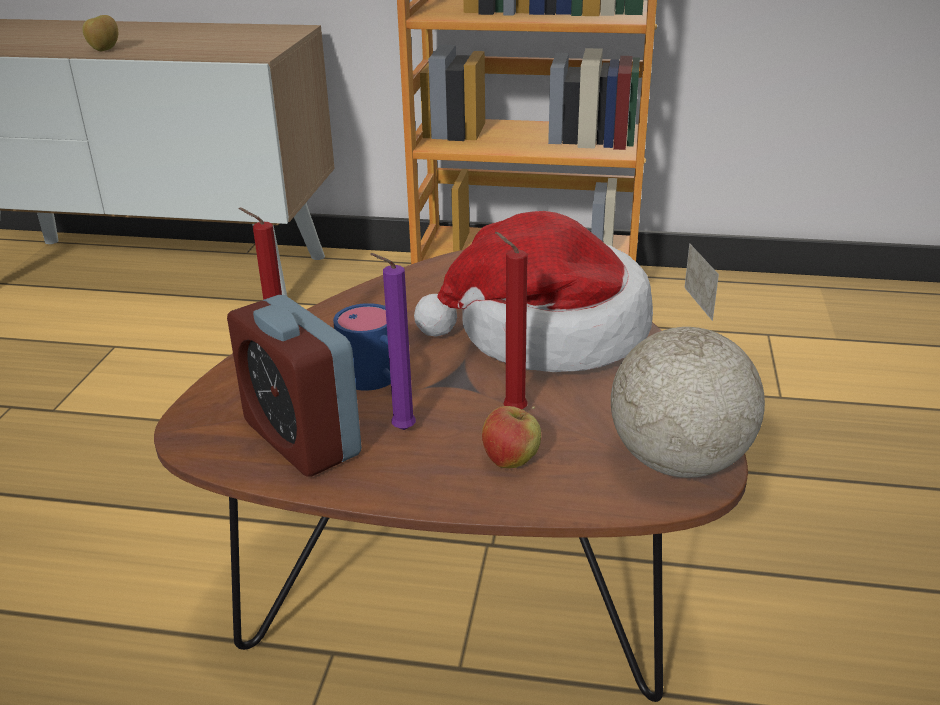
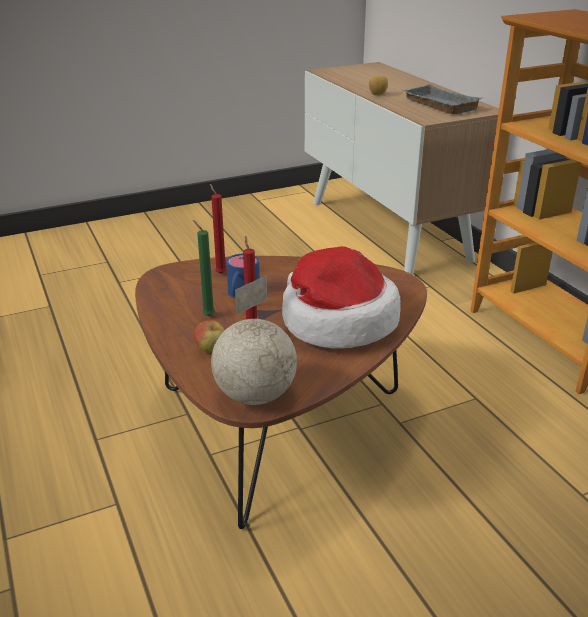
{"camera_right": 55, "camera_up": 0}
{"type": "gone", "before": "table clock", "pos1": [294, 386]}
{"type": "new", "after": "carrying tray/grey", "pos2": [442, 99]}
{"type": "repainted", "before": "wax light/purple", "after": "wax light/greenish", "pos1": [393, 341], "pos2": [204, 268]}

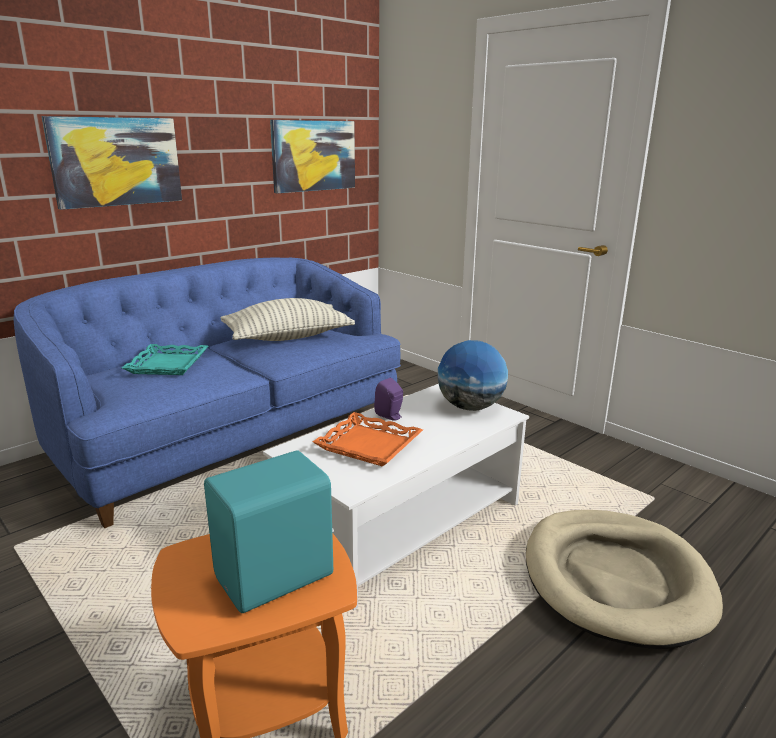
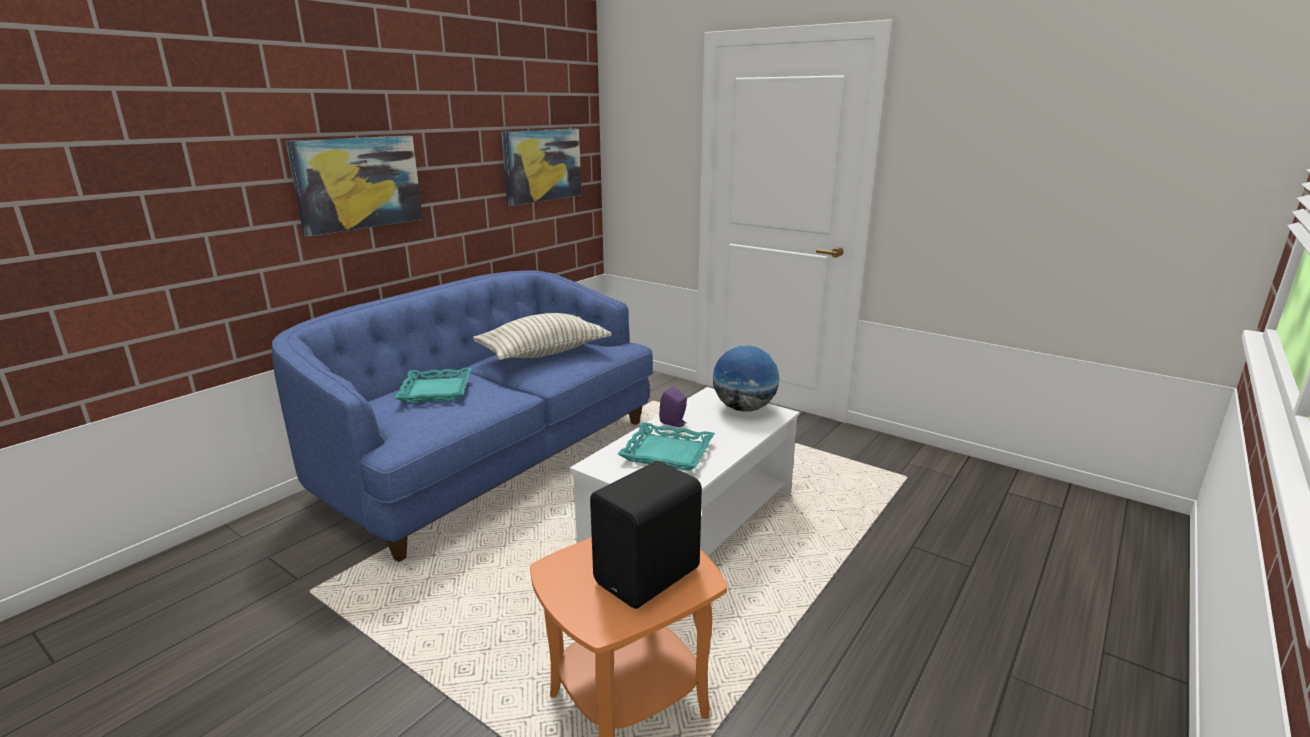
{"camera_right": -10, "camera_up": 0}
{"type": "gone", "before": "dog cushion/beige", "pos1": [624, 579]}
{"type": "repainted", "before": "audio speaker/blue-green", "after": "audio speaker/black-coloured", "pos1": [269, 532], "pos2": [646, 535]}
{"type": "repainted", "before": "carrying tray/orangey", "after": "carrying tray/blue-green", "pos1": [368, 439], "pos2": [666, 446]}

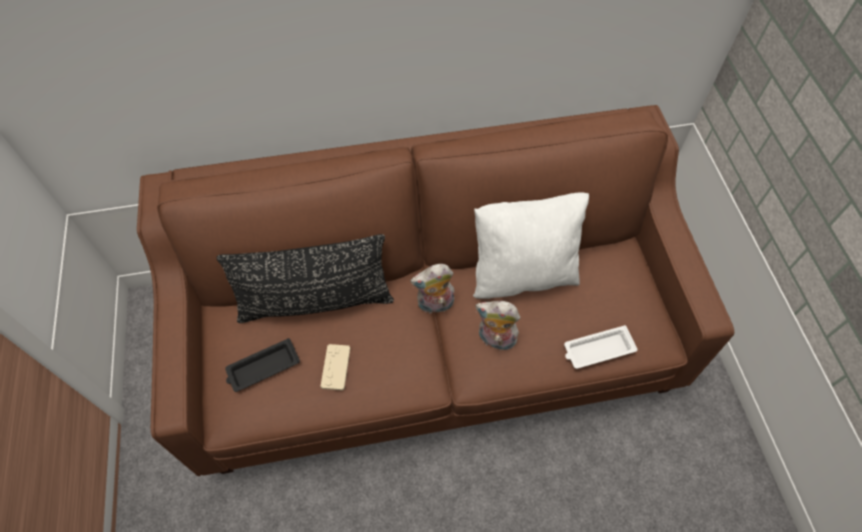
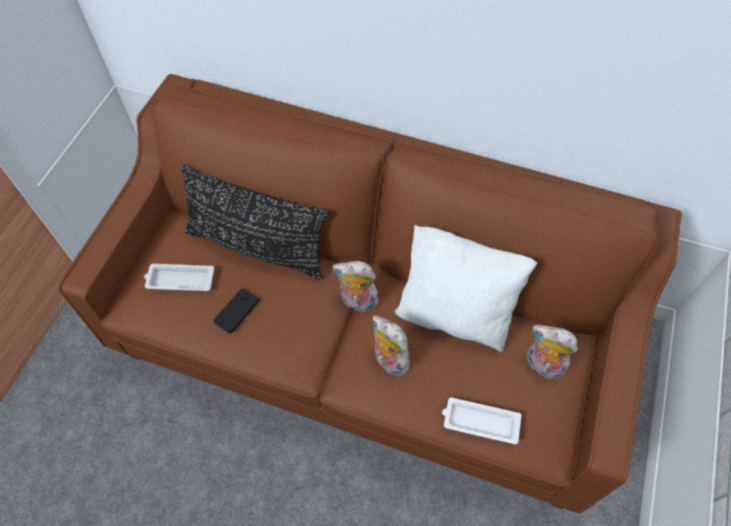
{"camera_right": 30, "camera_up": 0}
{"type": "new", "after": "cuddly toy", "pos2": [552, 352]}
{"type": "repainted", "before": "carrying tray/black-coloured", "after": "carrying tray/white", "pos1": [262, 365], "pos2": [179, 277]}
{"type": "repainted", "before": "joypad/beige", "after": "joypad/black-coloured", "pos1": [335, 367], "pos2": [236, 310]}

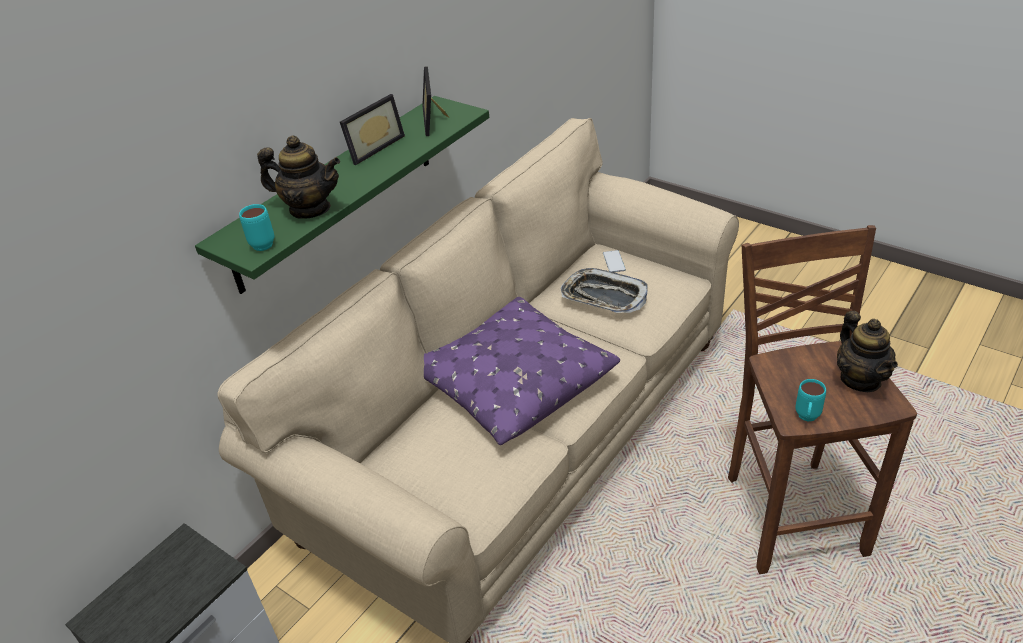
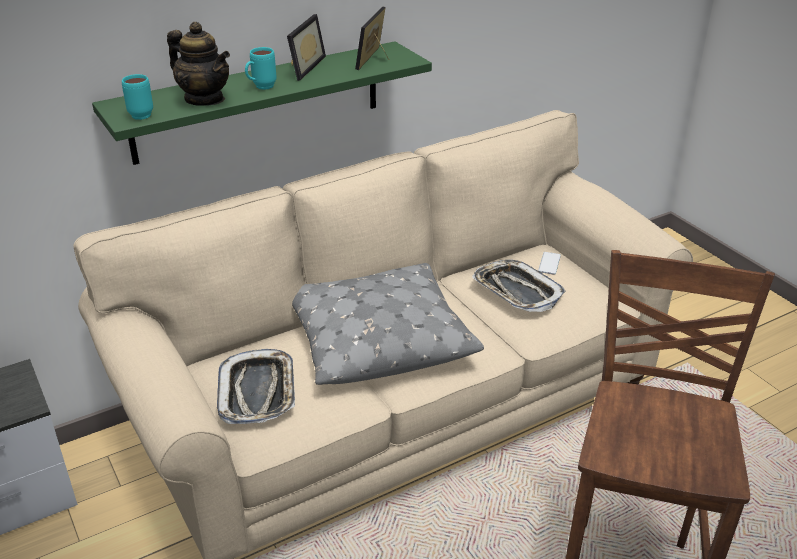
{"camera_right": 20, "camera_up": -5}
{"type": "gone", "before": "pot for tea", "pos1": [867, 351]}
{"type": "new", "after": "carrying tray", "pos2": [256, 386]}
{"type": "shifted", "before": "mug/blue-green", "pos1": [810, 400], "pos2": [260, 68]}
{"type": "repainted", "before": "throw pillow/purple", "after": "throw pillow/grey", "pos1": [522, 371], "pos2": [388, 324]}
{"type": "rotated", "before": "photo frame", "pos1": [372, 129], "pos2": [306, 47], "turn": -45}

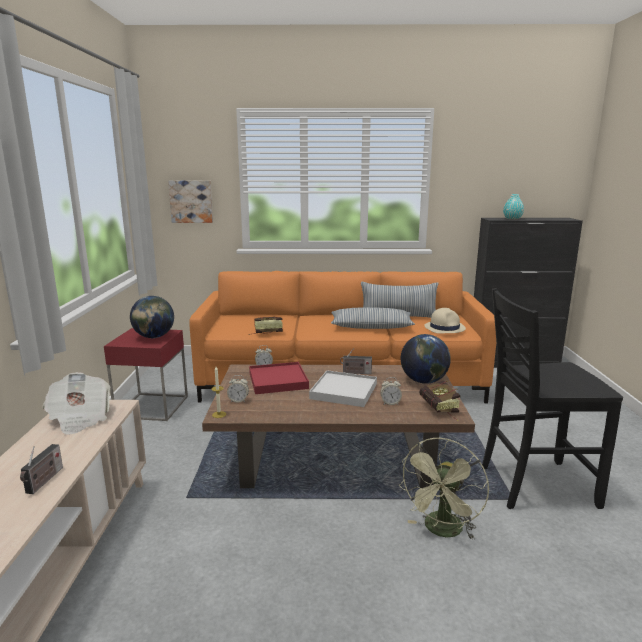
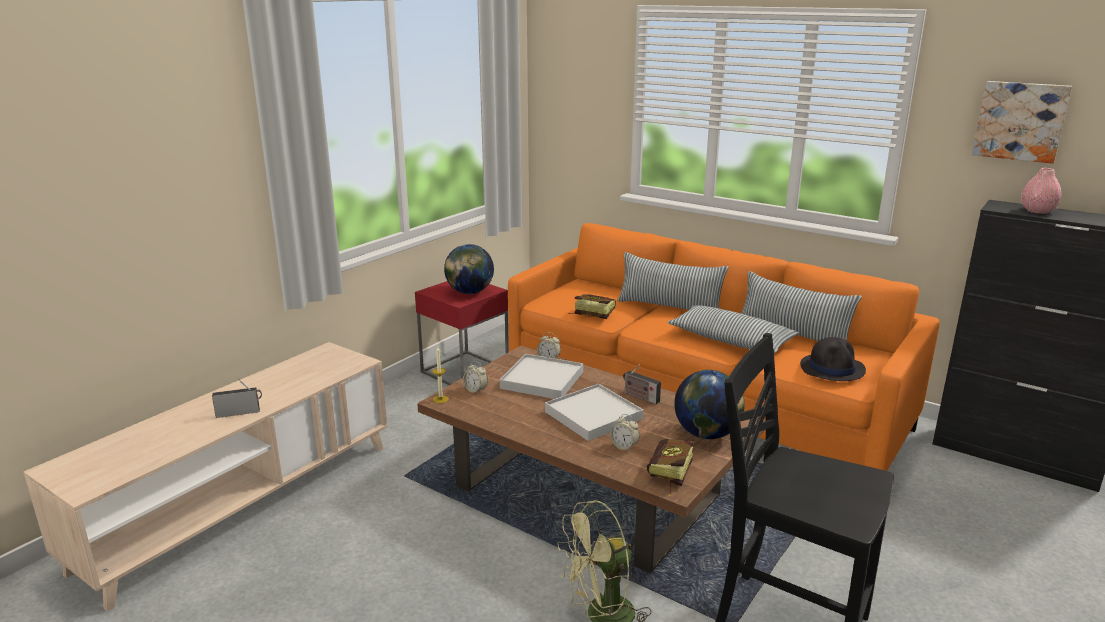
{"camera_right": 35, "camera_up": 5}
{"type": "gone", "before": "printed paper", "pos1": [76, 403]}
{"type": "new", "after": "throw pillow", "pos2": [673, 281]}
{"type": "shifted", "before": "wall art", "pos1": [190, 201], "pos2": [1022, 122]}
{"type": "repainted", "before": "carrying tray/reddish", "after": "carrying tray/white", "pos1": [279, 378], "pos2": [541, 376]}
{"type": "repainted", "before": "hat/beige", "after": "hat/black-coloured", "pos1": [445, 321], "pos2": [833, 359]}
{"type": "repainted", "before": "vase/blue-green", "after": "vase/pink", "pos1": [513, 206], "pos2": [1041, 191]}
{"type": "rotated", "before": "radio", "pos1": [41, 469], "pos2": [237, 398], "turn": -150}

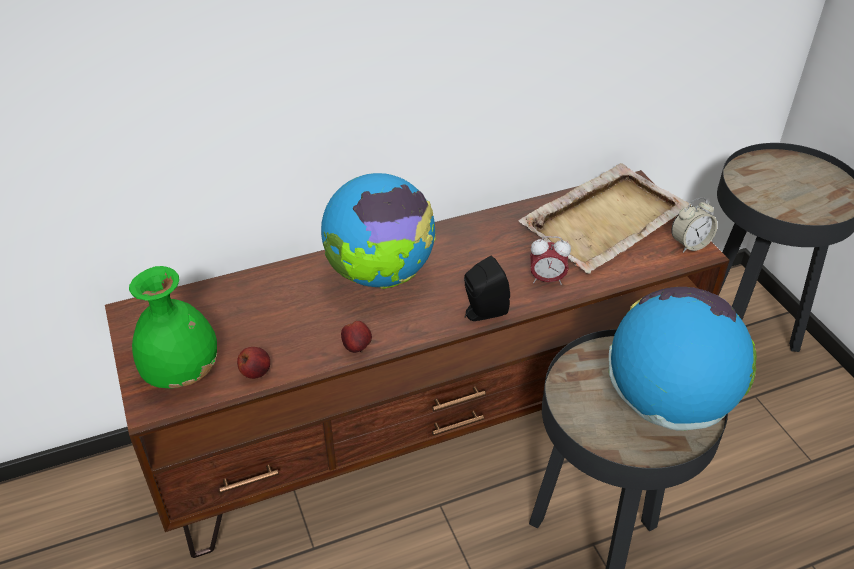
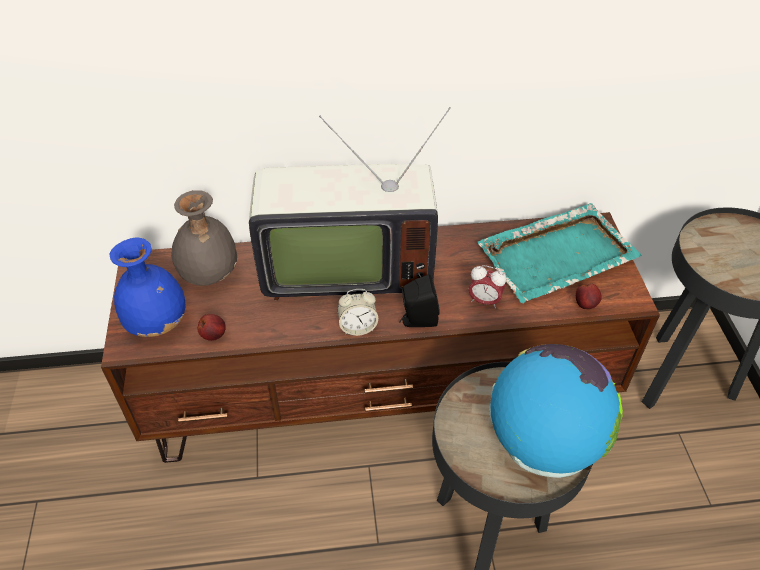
{"camera_right": 15, "camera_up": 5}
{"type": "new", "after": "vase/grey", "pos2": [204, 237]}
{"type": "shifted", "before": "apple", "pos1": [356, 337], "pos2": [589, 296]}
{"type": "shifted", "before": "table clock", "pos1": [694, 225], "pos2": [357, 312]}
{"type": "swapped", "before": "world globe", "after": "TV set", "pos1": [378, 231], "pos2": [350, 203]}
{"type": "repainted", "before": "vase/greenish", "after": "vase/blue", "pos1": [173, 327], "pos2": [147, 287]}
{"type": "repainted", "before": "carrying tray/beige", "after": "carrying tray/blue-green", "pos1": [605, 218], "pos2": [559, 253]}

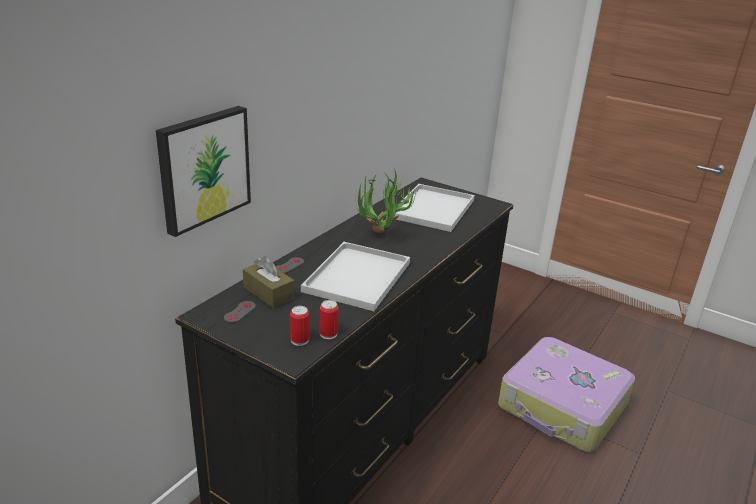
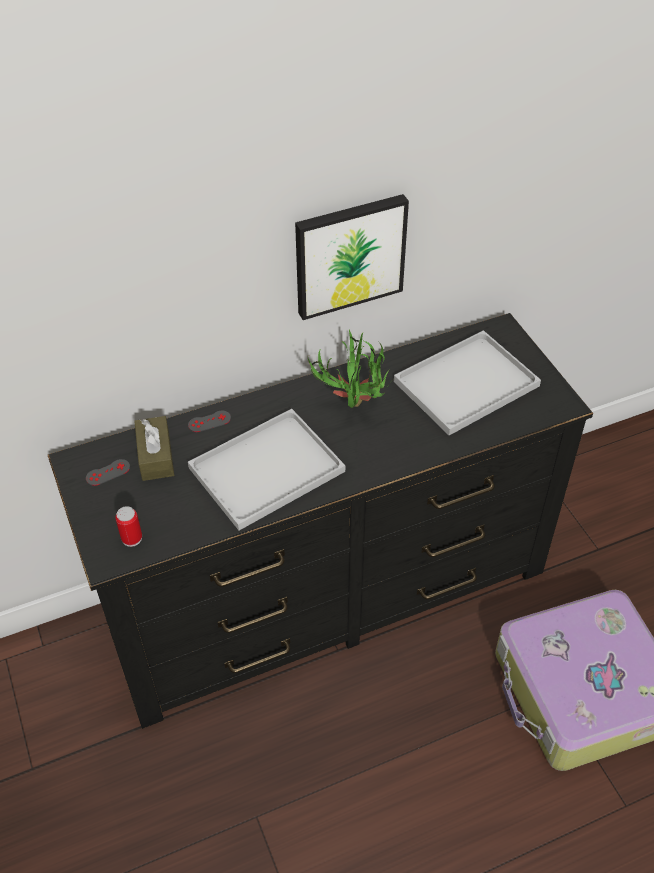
{"camera_right": 35, "camera_up": 20}
{"type": "gone", "before": "sealed can", "pos1": [329, 319]}
{"type": "shifted", "before": "wall art", "pos1": [203, 171], "pos2": [352, 257]}

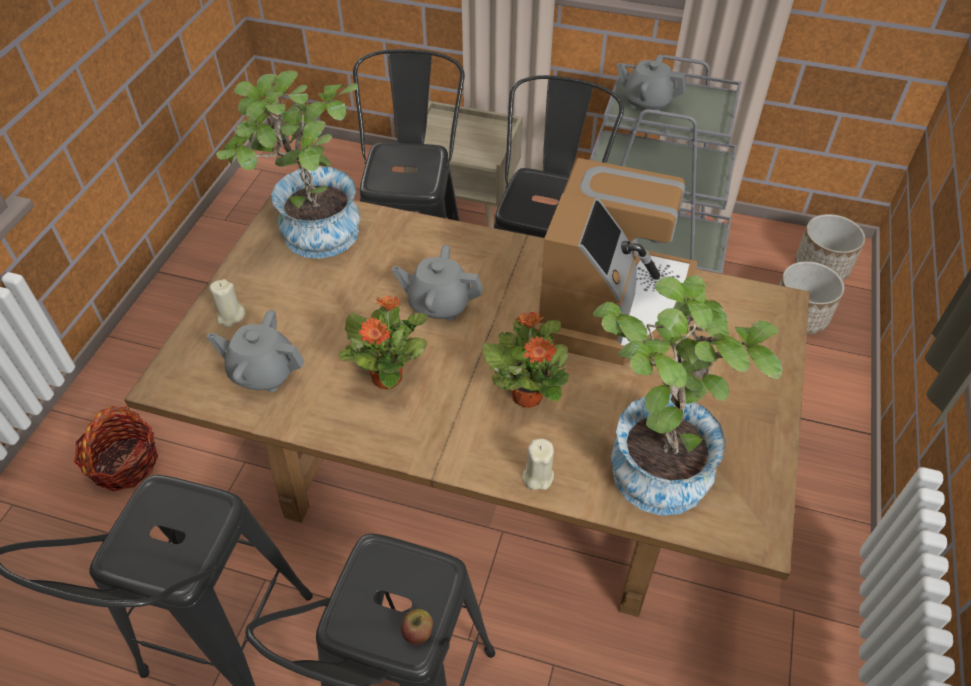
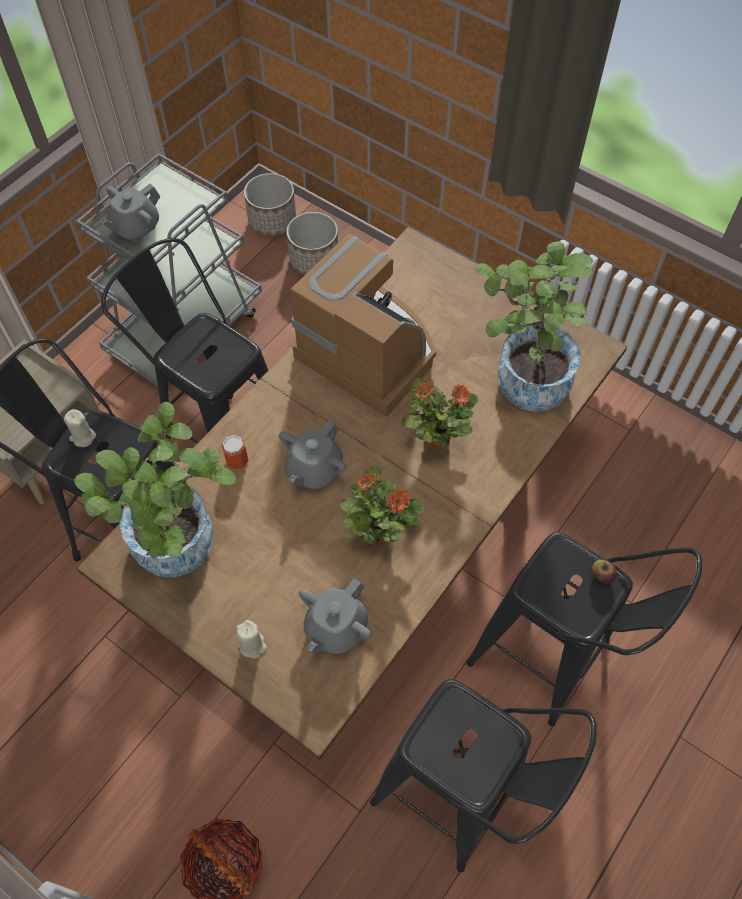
{"camera_right": -70, "camera_up": 10}
{"type": "new", "after": "sealed can", "pos2": [235, 452]}
{"type": "shifted", "before": "wax light/beige", "pos1": [538, 464], "pos2": [80, 428]}

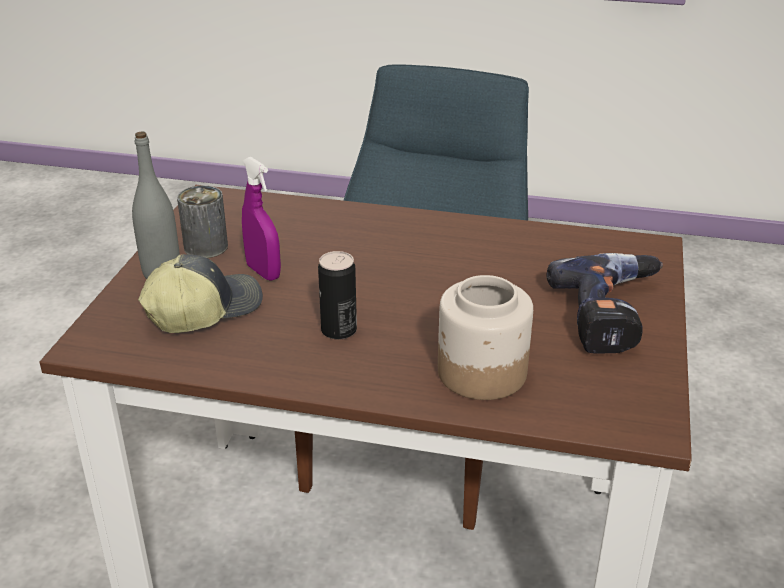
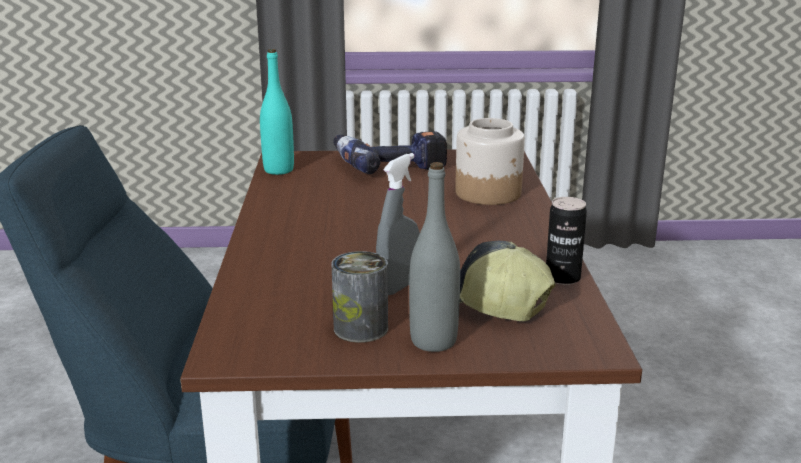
{"camera_right": -105, "camera_up": -10}
{"type": "new", "after": "drink bottle/blue-green", "pos2": [277, 112]}
{"type": "shifted", "before": "sealed can", "pos1": [337, 295], "pos2": [566, 241]}
{"type": "repainted", "before": "spray bottle/purple", "after": "spray bottle/grey", "pos1": [261, 219], "pos2": [398, 224]}

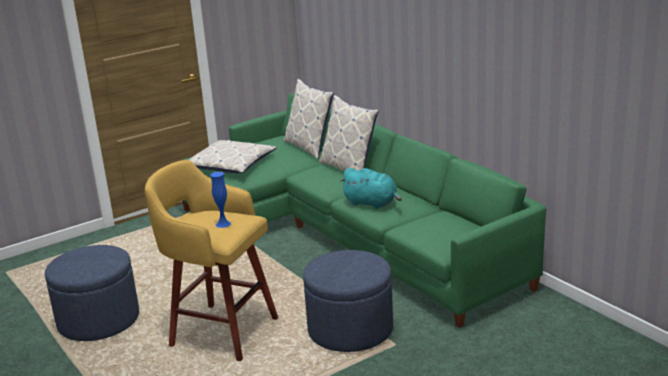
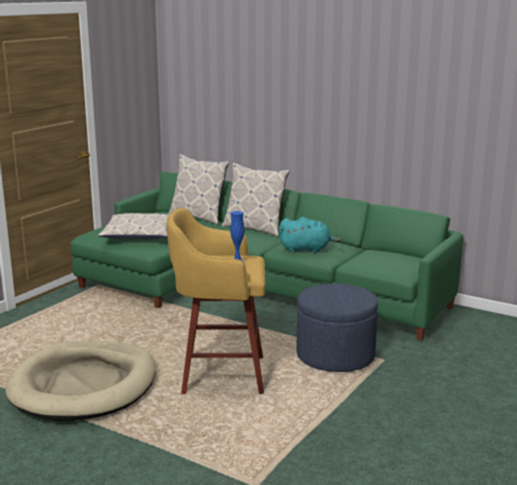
{"camera_right": -25, "camera_up": -5}
{"type": "swapped", "before": "pouffe/blue", "after": "dog cushion/beige", "pos1": [92, 293], "pos2": [80, 381]}

